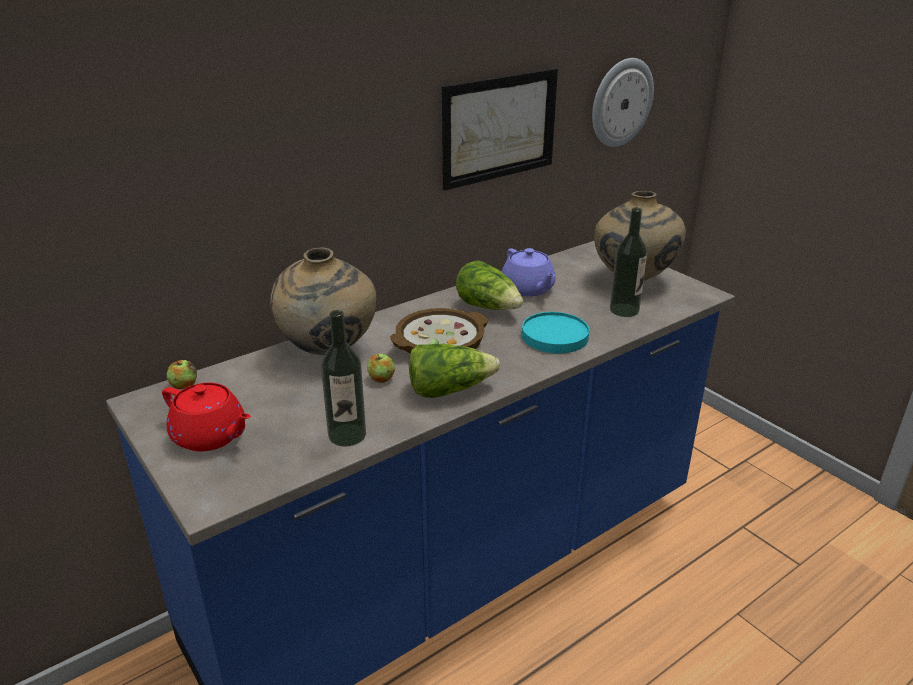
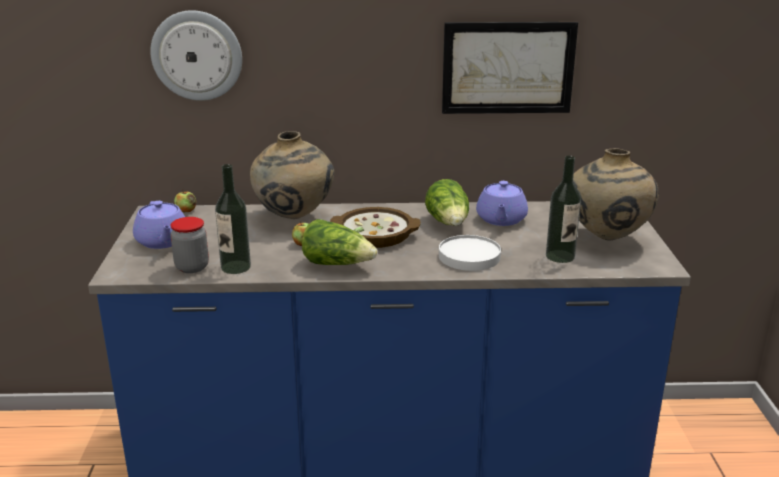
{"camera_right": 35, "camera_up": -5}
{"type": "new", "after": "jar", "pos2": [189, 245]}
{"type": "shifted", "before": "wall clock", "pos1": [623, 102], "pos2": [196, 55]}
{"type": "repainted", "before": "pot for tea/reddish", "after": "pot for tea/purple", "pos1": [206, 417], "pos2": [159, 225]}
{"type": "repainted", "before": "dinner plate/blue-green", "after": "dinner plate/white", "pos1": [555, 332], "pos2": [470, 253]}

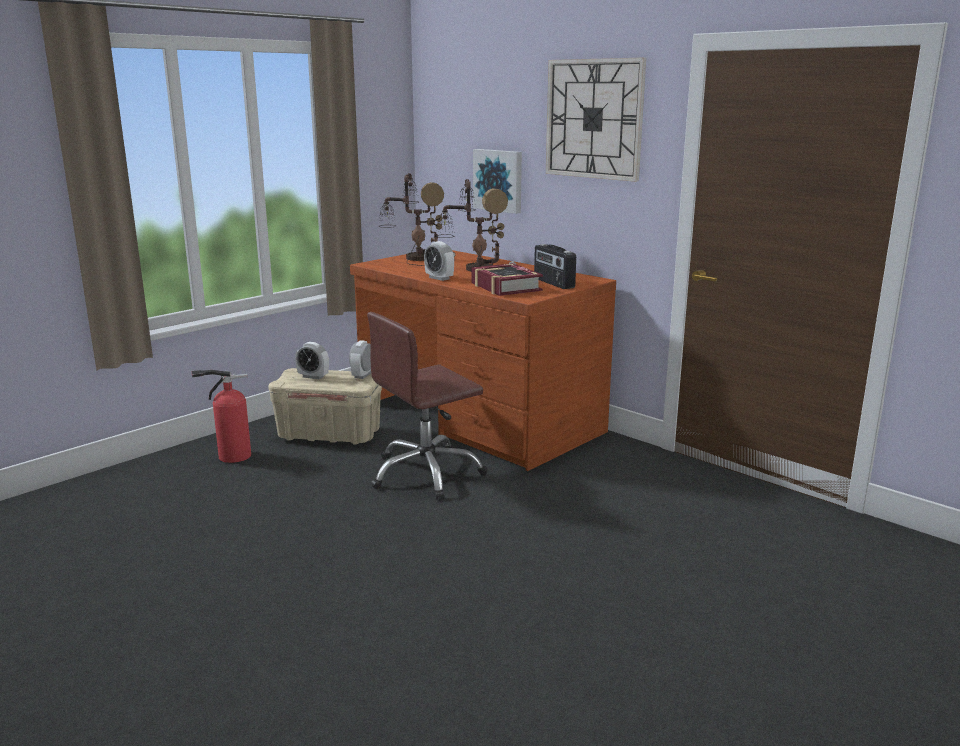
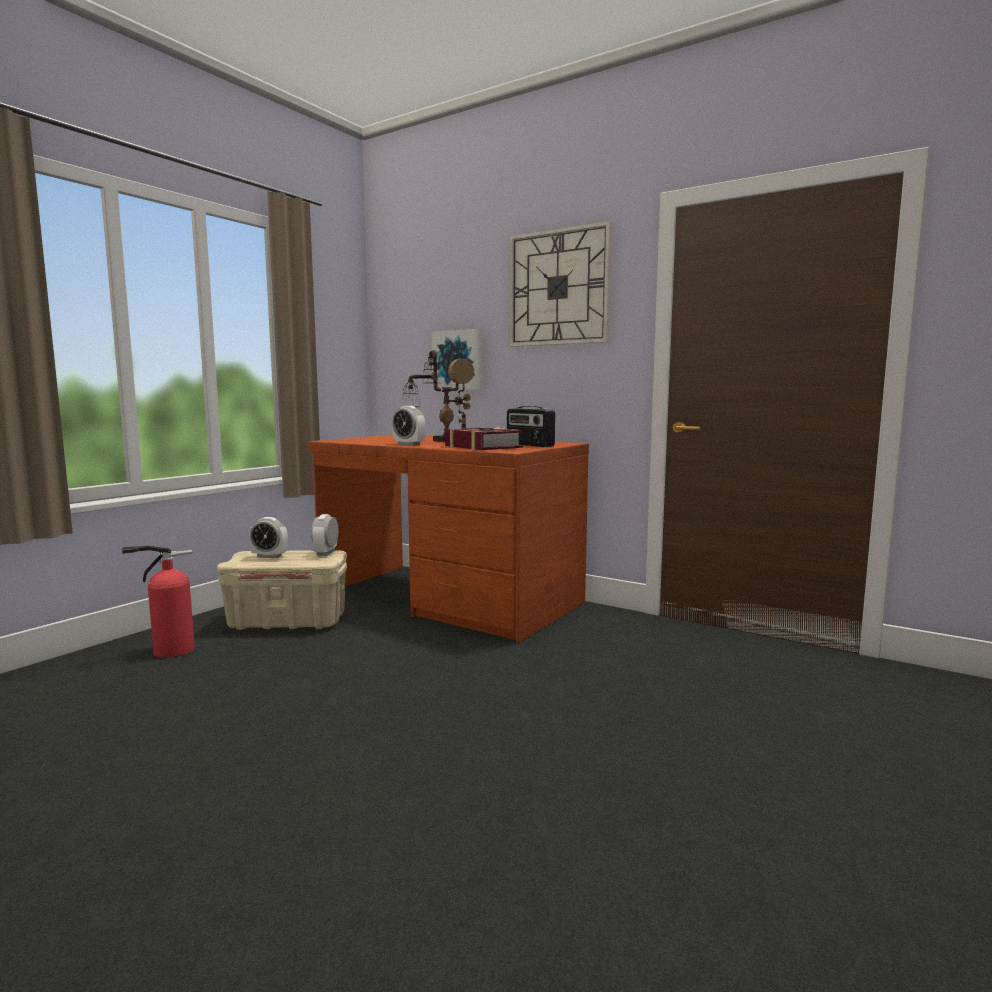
{"camera_right": -10, "camera_up": -10}
{"type": "gone", "before": "office chair/brown", "pos1": [427, 406]}
{"type": "gone", "before": "tabletop lamp", "pos1": [417, 219]}

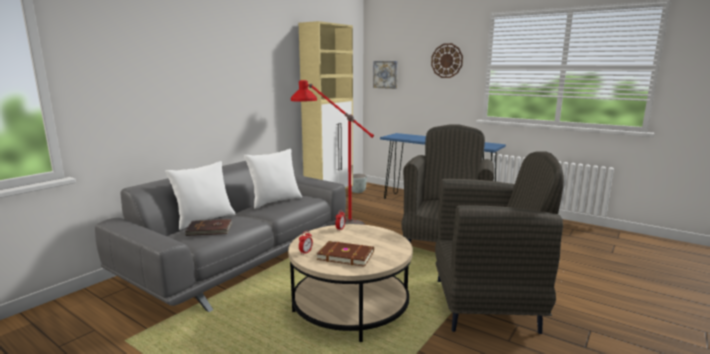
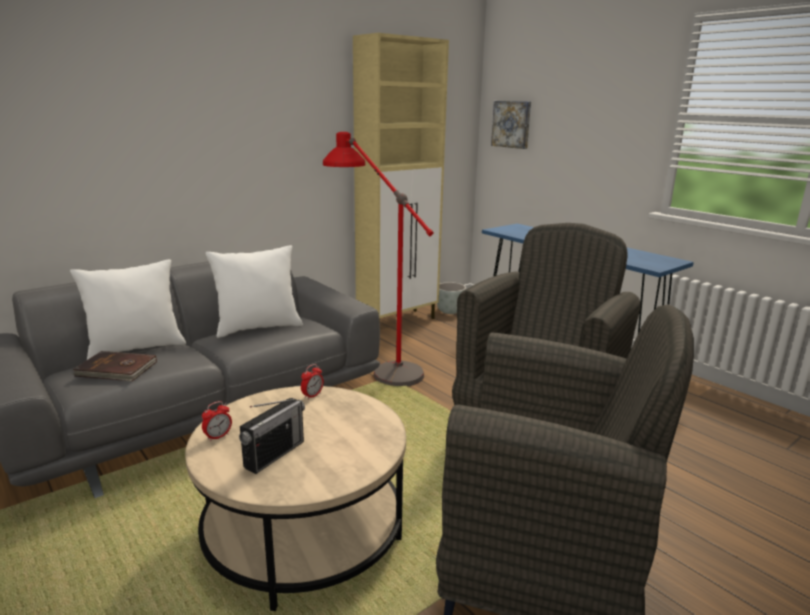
{"camera_right": 15, "camera_up": 5}
{"type": "gone", "before": "wall clock", "pos1": [447, 60]}
{"type": "swapped", "before": "volume/brown", "after": "radio", "pos1": [345, 254], "pos2": [272, 436]}

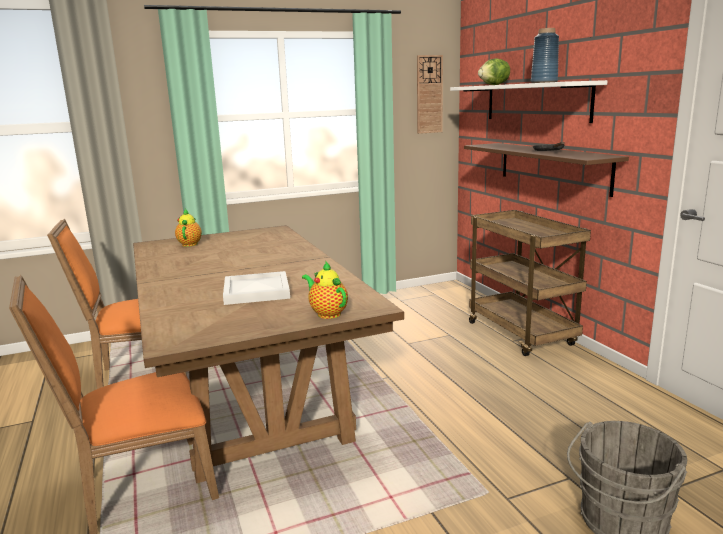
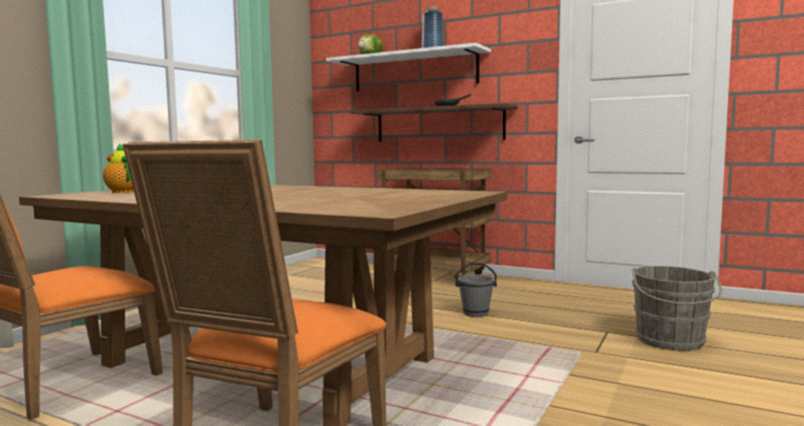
{"camera_right": -40, "camera_up": -10}
{"type": "gone", "before": "carrying tray/white", "pos1": [256, 288]}
{"type": "gone", "before": "pot for tea", "pos1": [325, 290]}
{"type": "gone", "before": "wall clock", "pos1": [430, 94]}
{"type": "new", "after": "pail/grey", "pos2": [476, 290]}

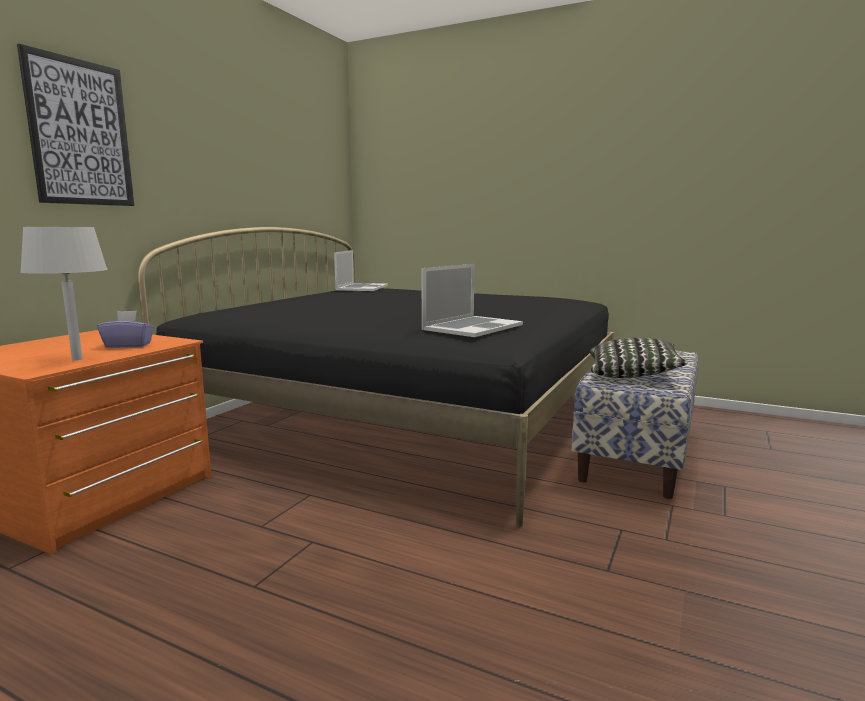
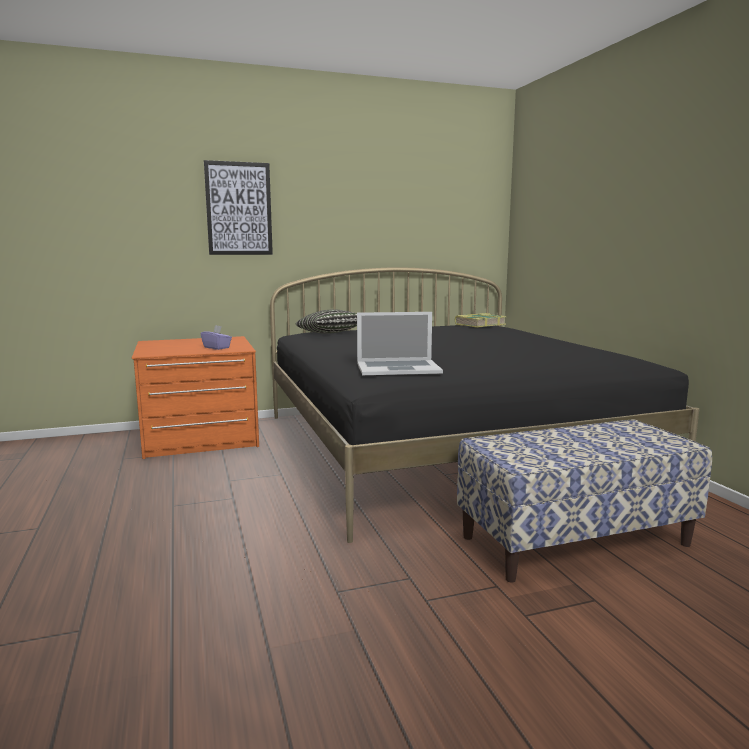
{"camera_right": 45, "camera_up": 0}
{"type": "gone", "before": "tabletop lamp/grey", "pos1": [64, 294]}
{"type": "shifted", "before": "throw pillow", "pos1": [639, 358], "pos2": [326, 322]}
{"type": "swapped", "before": "laptop", "after": "volume", "pos1": [361, 270], "pos2": [480, 320]}

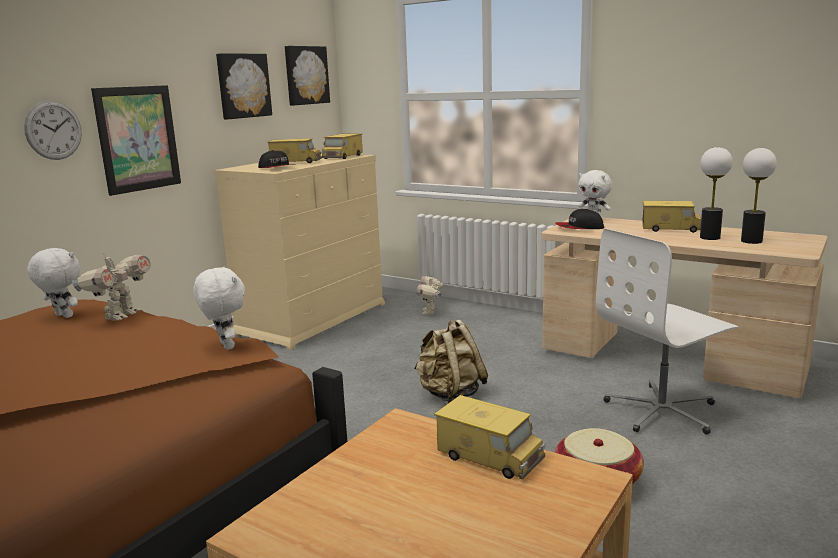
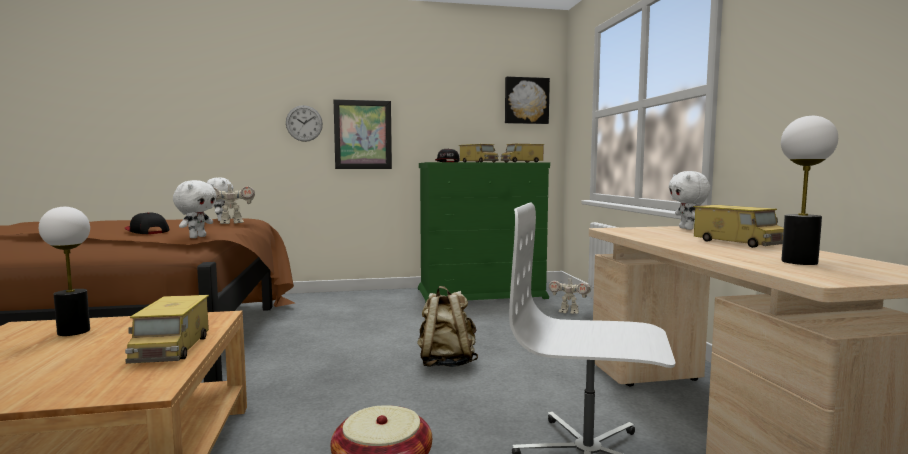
{"camera_right": 45, "camera_up": -10}
{"type": "gone", "before": "wall art", "pos1": [244, 86]}
{"type": "shifted", "before": "peaked cap", "pos1": [579, 219], "pos2": [147, 223]}
{"type": "shifted", "before": "tabletop lamp", "pos1": [716, 193], "pos2": [64, 271]}
{"type": "repainted", "before": "dresser/beige", "after": "dresser/greenish", "pos1": [299, 251], "pos2": [484, 231]}
{"type": "rotated", "before": "robot figure", "pos1": [430, 295], "pos2": [570, 296], "turn": -120}

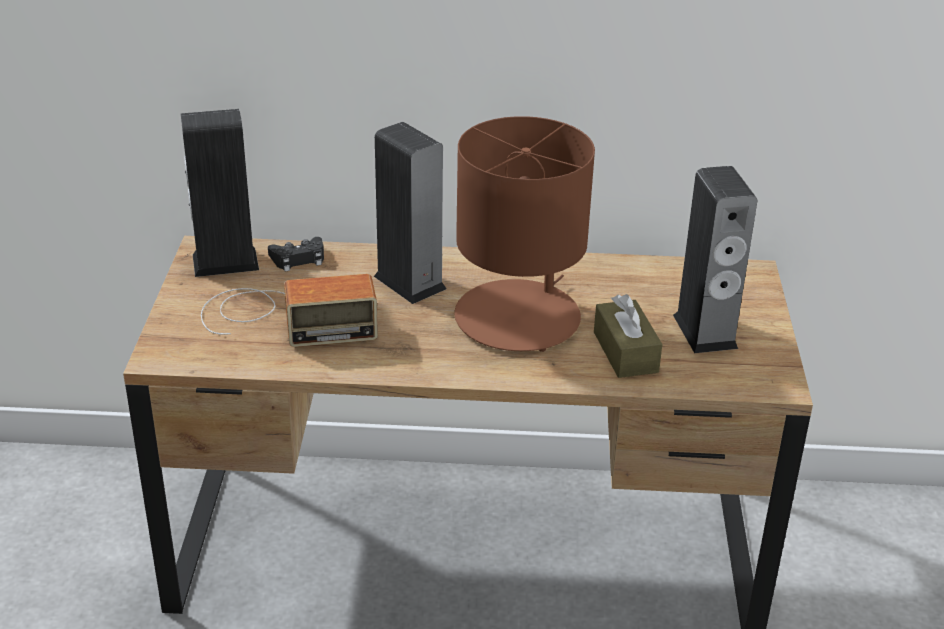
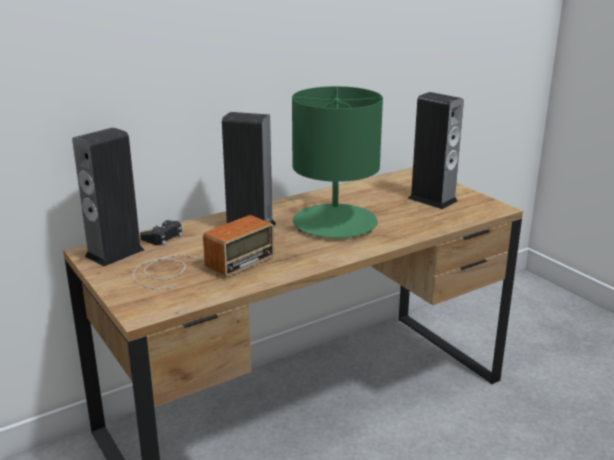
{"camera_right": -35, "camera_up": -10}
{"type": "gone", "before": "tissue box/brown", "pos1": [628, 336]}
{"type": "repainted", "before": "tabletop lamp/brown", "after": "tabletop lamp/greenish", "pos1": [524, 234], "pos2": [337, 162]}

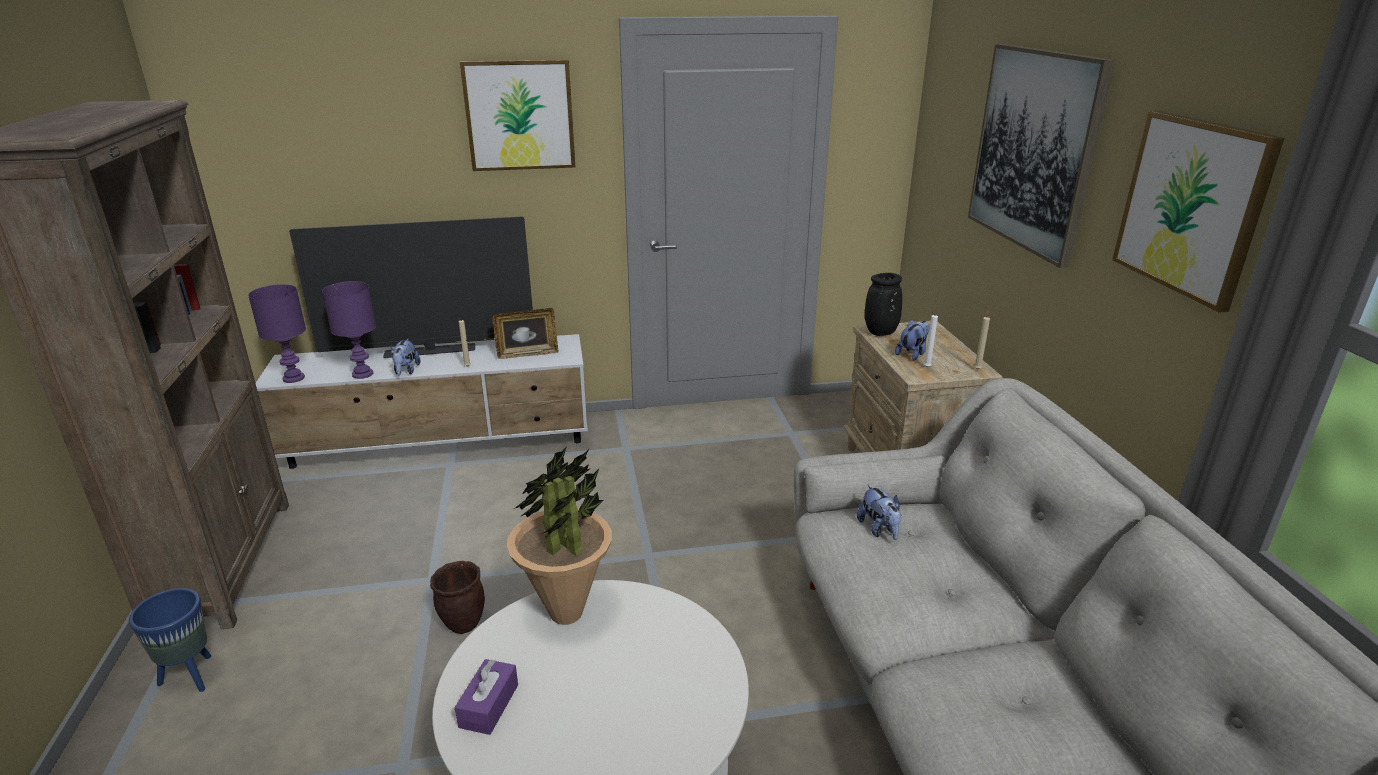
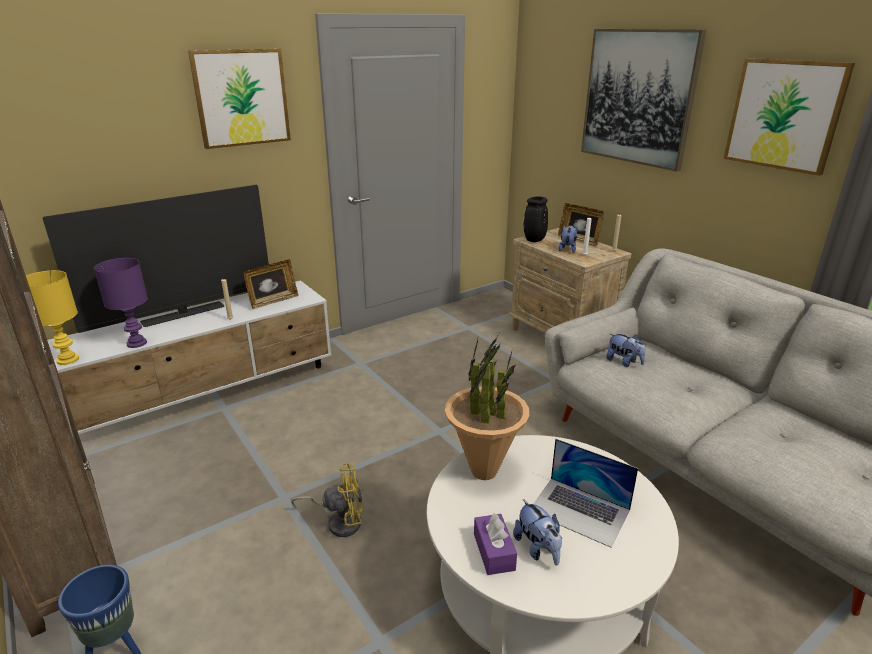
{"camera_right": -25, "camera_up": 0}
{"type": "new", "after": "laptop", "pos2": [586, 493]}
{"type": "new", "after": "photo frame", "pos2": [581, 224]}
{"type": "shifted", "before": "cuddly toy", "pos1": [406, 357], "pos2": [537, 532]}
{"type": "swapped", "before": "flower pot/brown", "after": "cooling fan/yellow-coloured", "pos1": [457, 597], "pos2": [327, 500]}
{"type": "repainted", "before": "tabletop lamp/purple", "after": "tabletop lamp/yellow-coloured", "pos1": [277, 333], "pos2": [52, 317]}

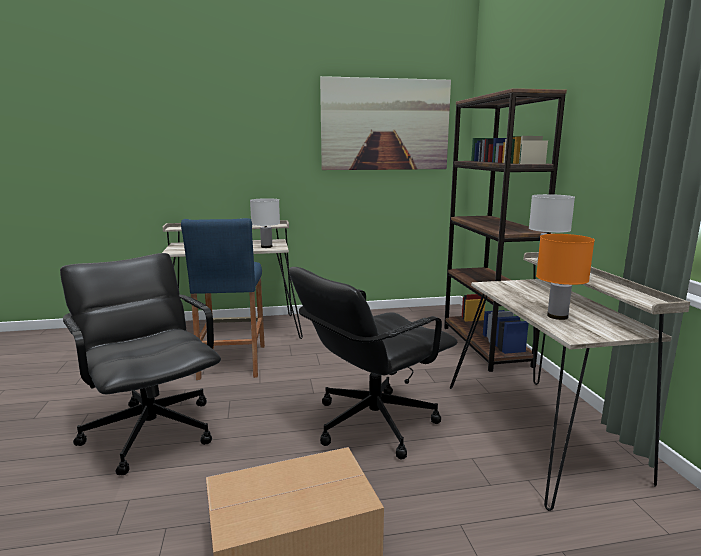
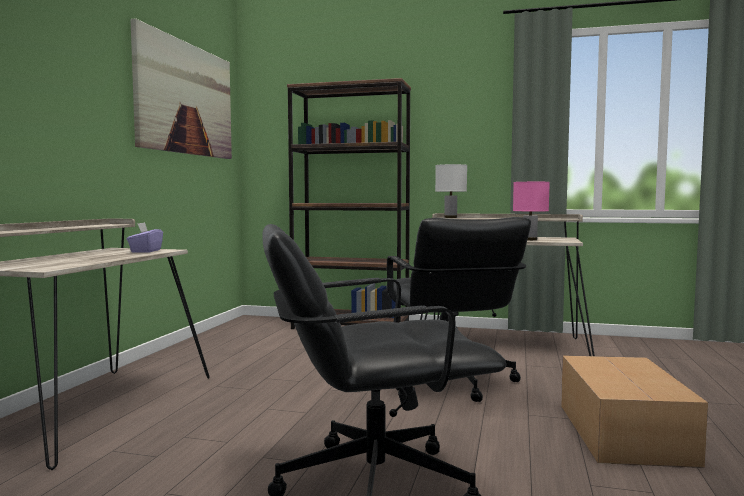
{"camera_right": -65, "camera_up": -10}
{"type": "gone", "before": "stool/blue", "pos1": [223, 299]}
{"type": "swapped", "before": "tabletop lamp/white", "after": "tissue box/purple", "pos1": [265, 223], "pos2": [145, 237]}
{"type": "repainted", "before": "tabletop lamp/orangey", "after": "tabletop lamp/pink", "pos1": [565, 277], "pos2": [531, 211]}

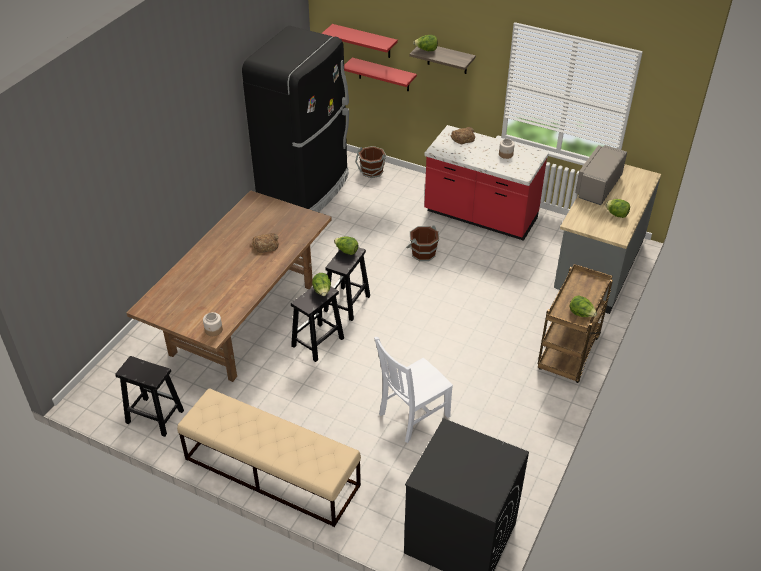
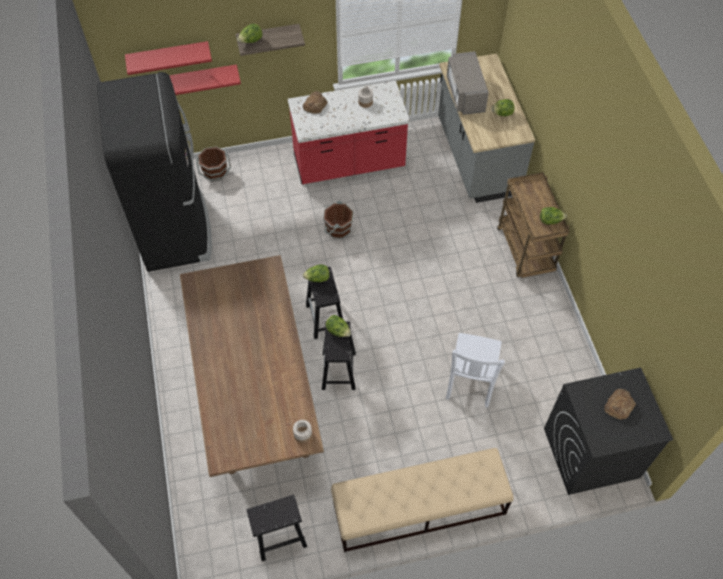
{"camera_right": -40, "camera_up": 15}
{"type": "shifted", "before": "baked bread", "pos1": [265, 243], "pos2": [620, 404]}

